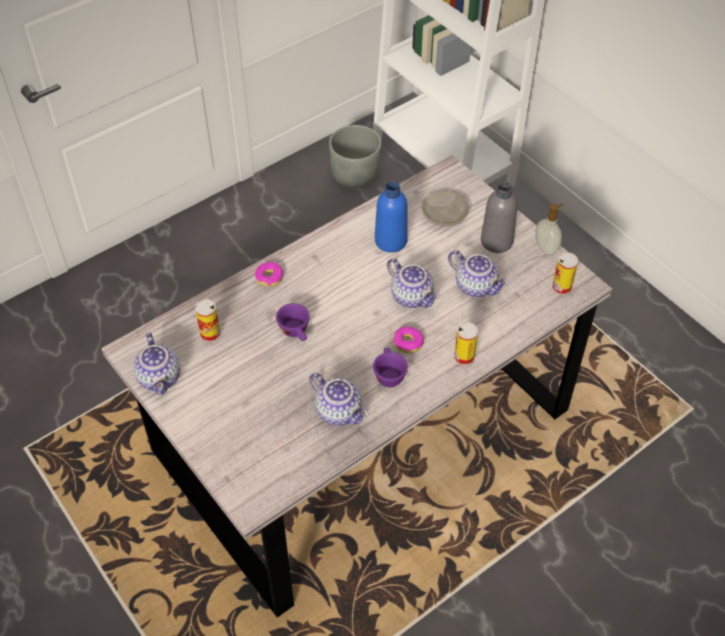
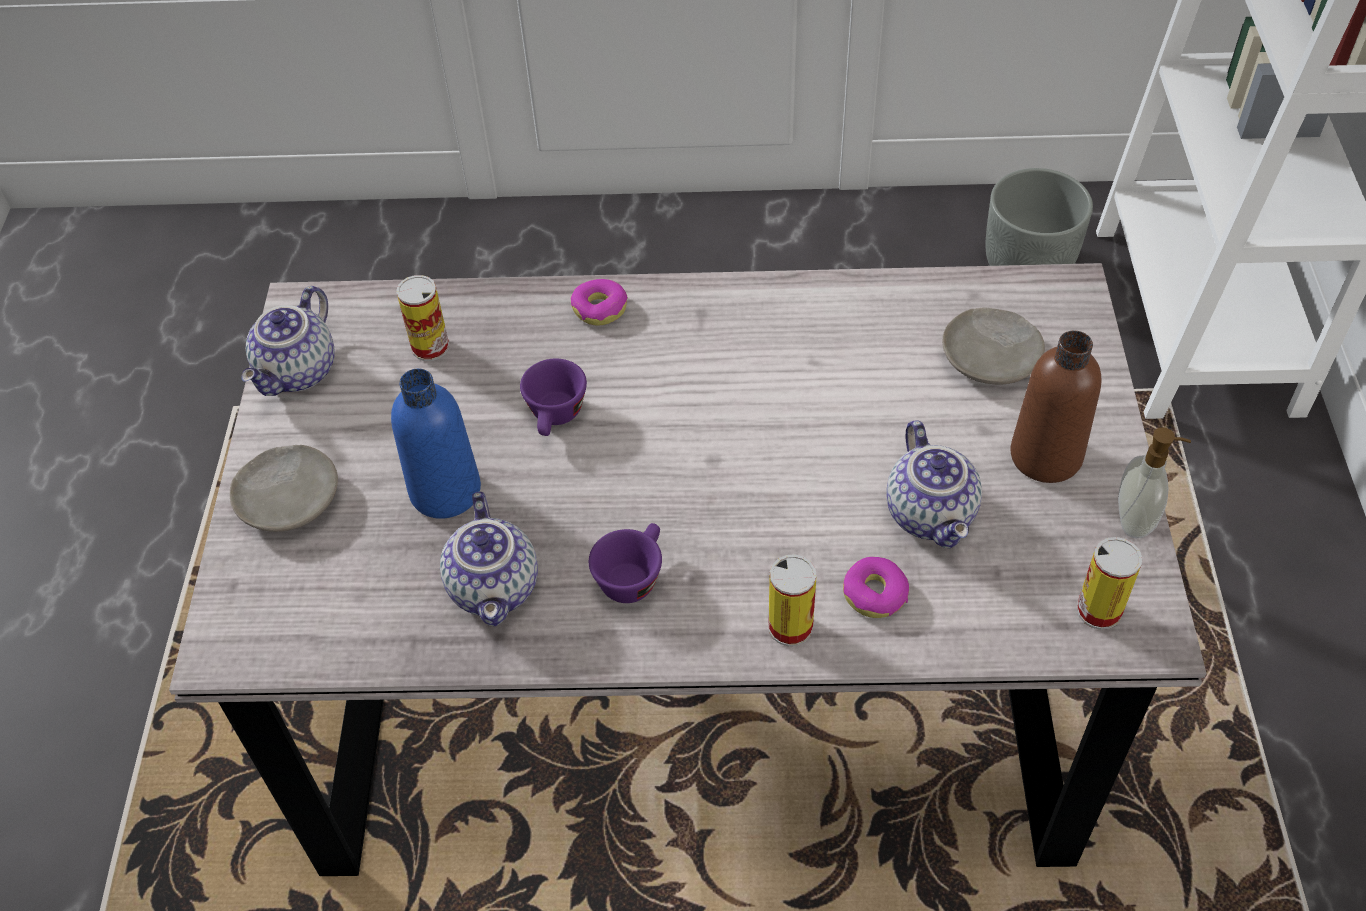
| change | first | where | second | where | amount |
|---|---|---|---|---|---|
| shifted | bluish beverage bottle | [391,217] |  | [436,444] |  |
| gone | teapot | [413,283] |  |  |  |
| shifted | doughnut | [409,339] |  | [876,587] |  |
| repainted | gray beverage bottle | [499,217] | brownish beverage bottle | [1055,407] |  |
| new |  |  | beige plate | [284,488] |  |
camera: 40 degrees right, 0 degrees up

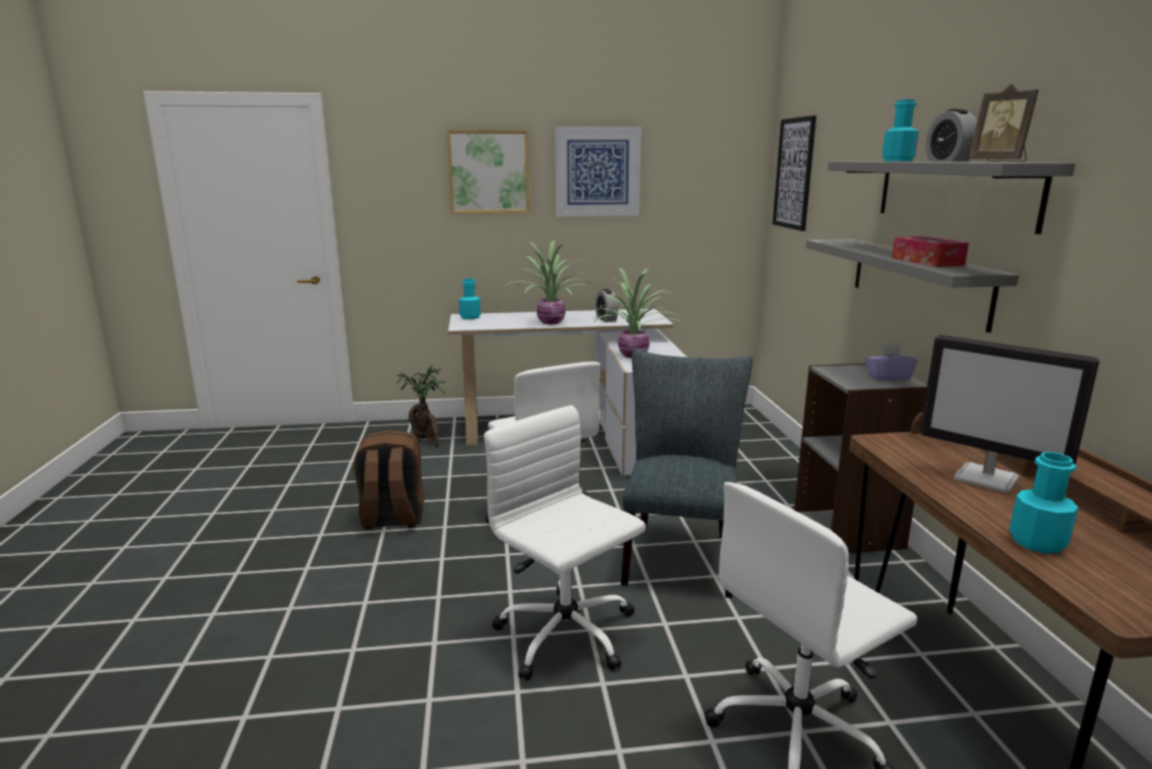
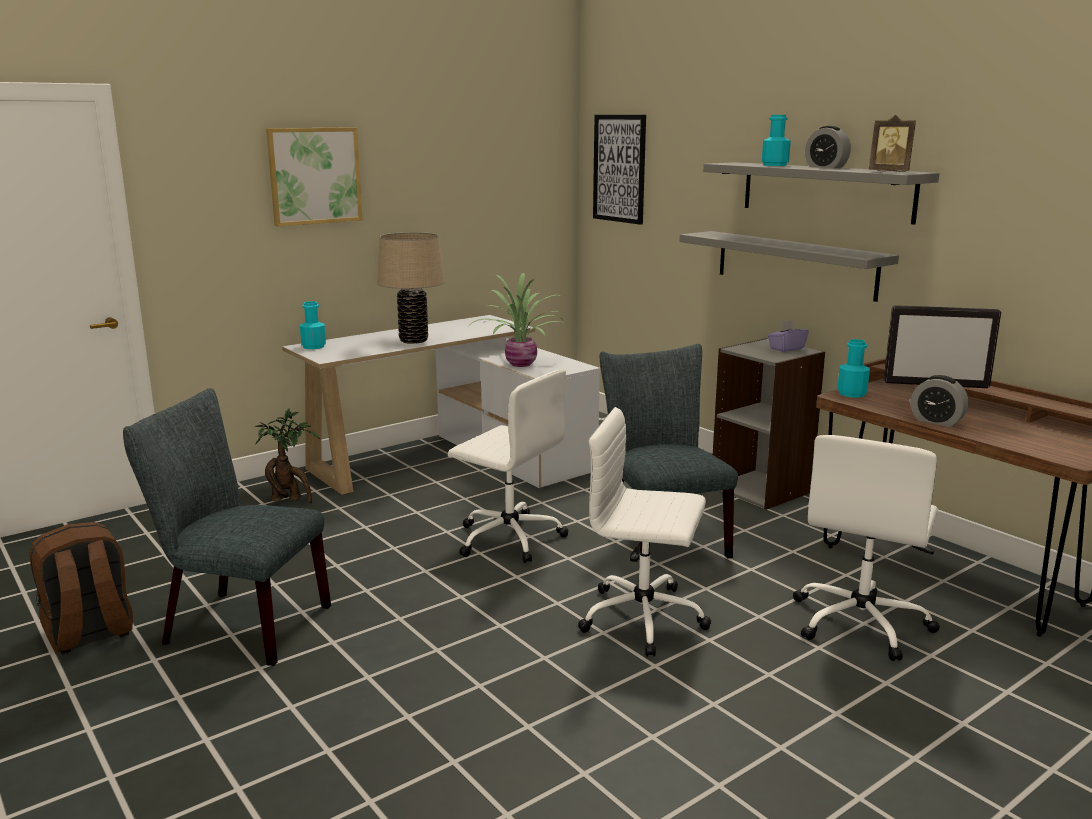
| change | first | where | second | where | amount |
|---|---|---|---|---|---|
| shifted | brownish rucksack | [389,480] |  | [81,588] |  |
| swapped | potted plant | [549,282] | beige table lamp | [411,288] |  |
| gone | picture | [598,171] |  |  |  |
| shifted | bedside clock | [606,305] |  | [940,401] |  |
| gone | tissue holder | [930,251] |  |  |  |
| shifted | turquoise beverage bottle | [1043,503] |  | [853,368] |  |
| new |  |  | gray plain chair | [227,527] |  |
camera: 30 degrees left, 0 degrees up

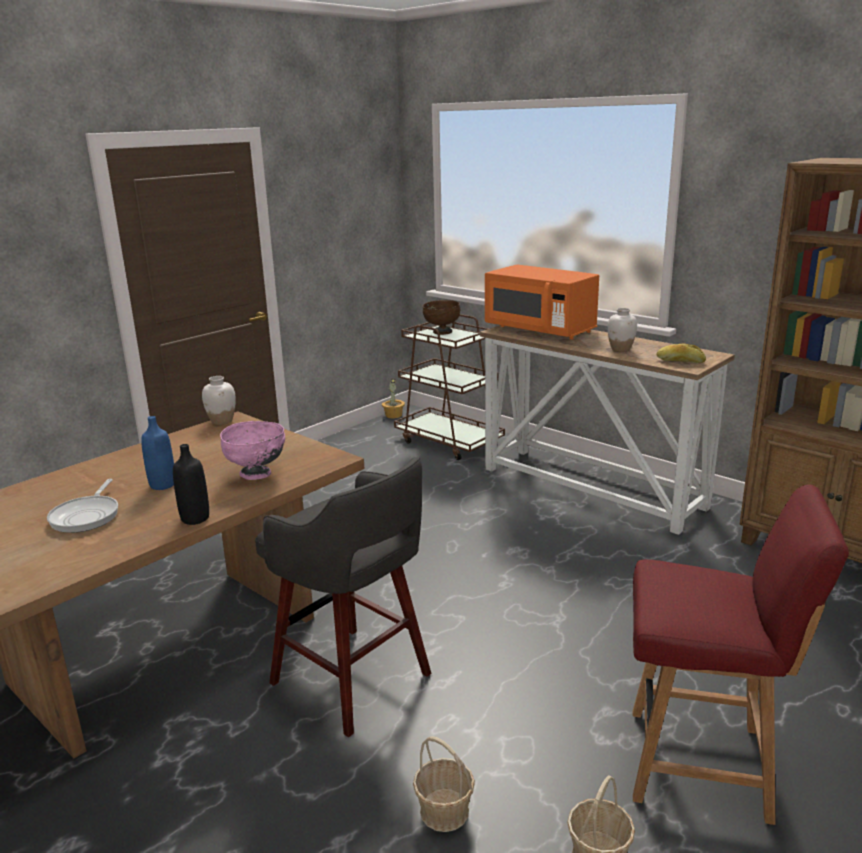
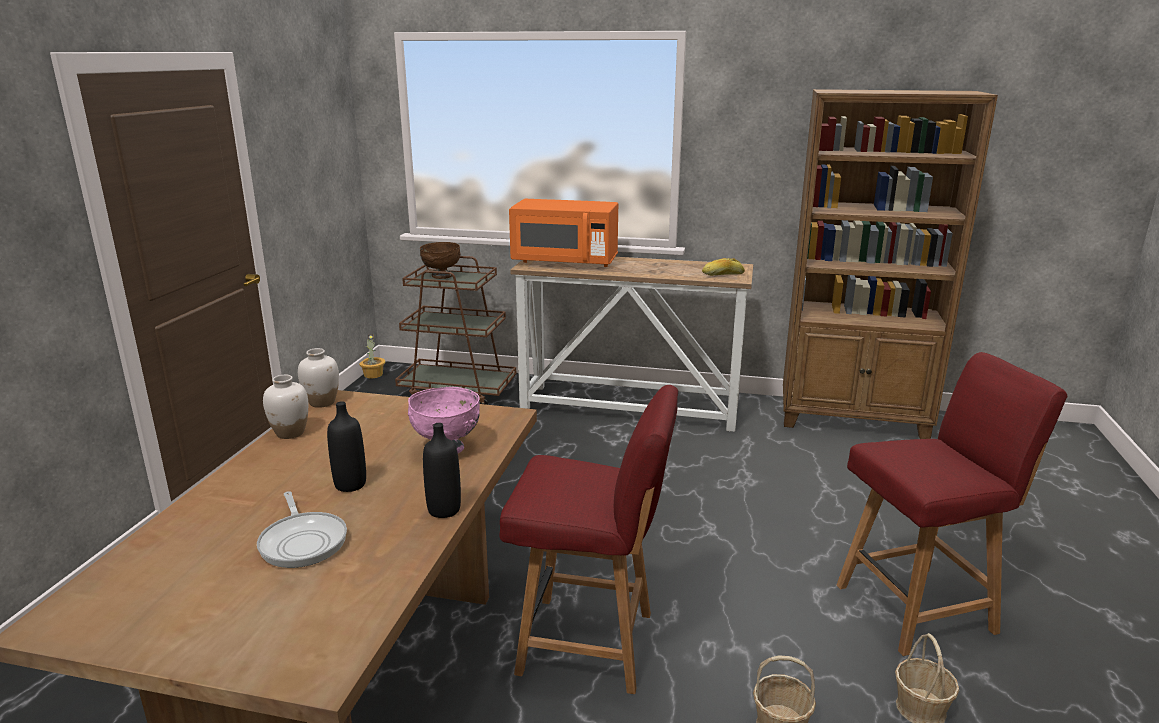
| change | first | where | second | where | amount |
|---|---|---|---|---|---|
| repainted | bluish beverage bottle | [157,453] | black-coloured beverage bottle | [346,446] |  |
| swapped | gray stool seat | [343,597] | reddish plain chair | [588,539] |  |
| shifted | white decorative vase | [622,330] |  | [285,407] |  |
camera: 30 degrees left, 0 degrees up

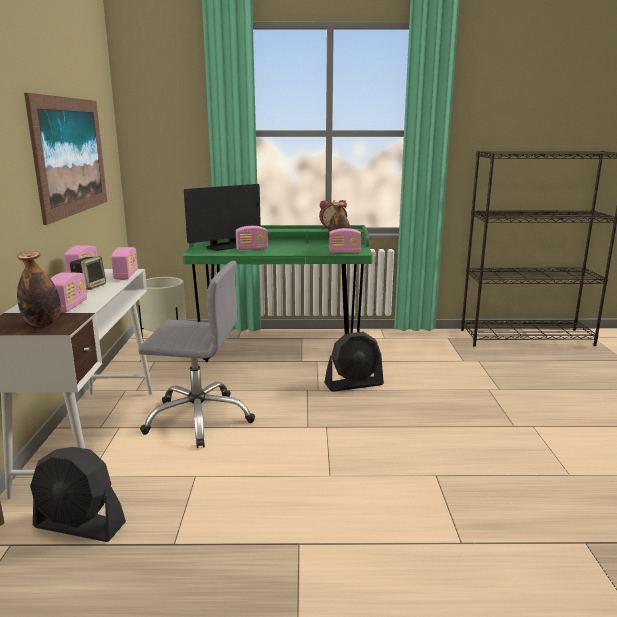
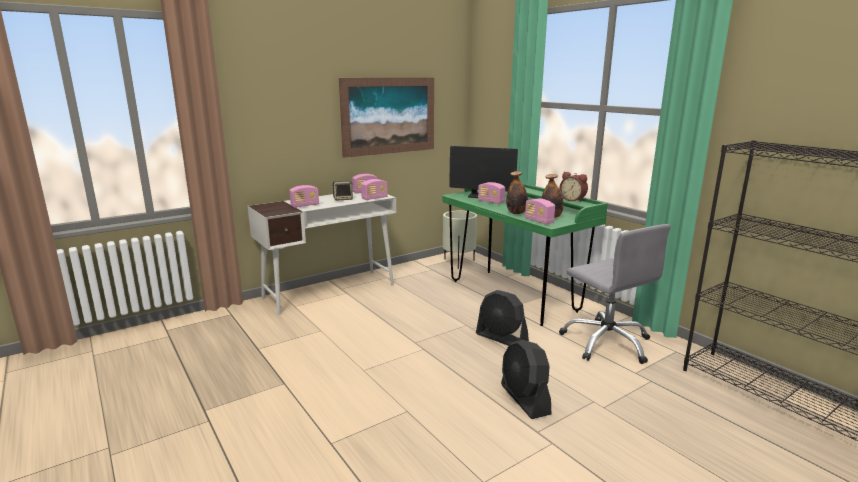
| change | first | where | second | where | amount |
|---|---|---|---|---|---|
| shifted | beverage bottle | [39,288] |  | [517,192] |  |
| shifted | black-coloured fan | [78,494] |  | [526,379] |  |
| shifted | gray computer chair | [196,354] |  | [615,294] |  |
camera: 55 degrees right, 0 degrees up

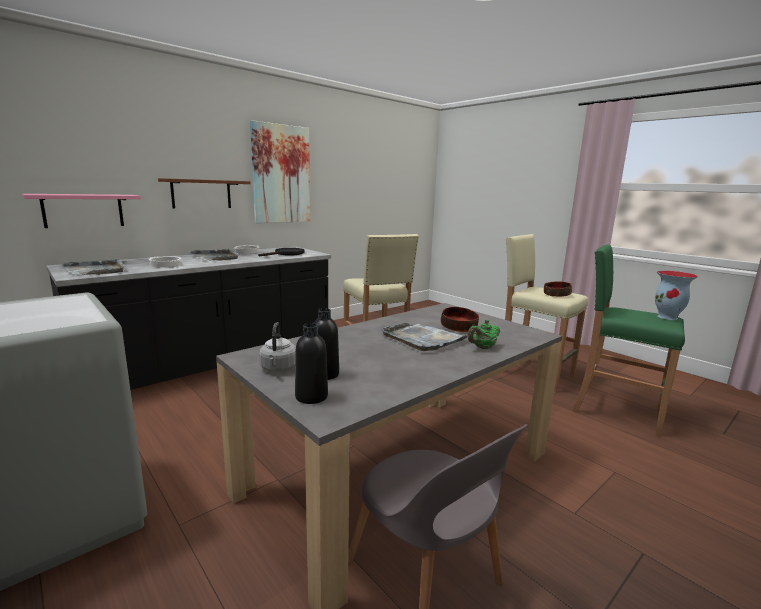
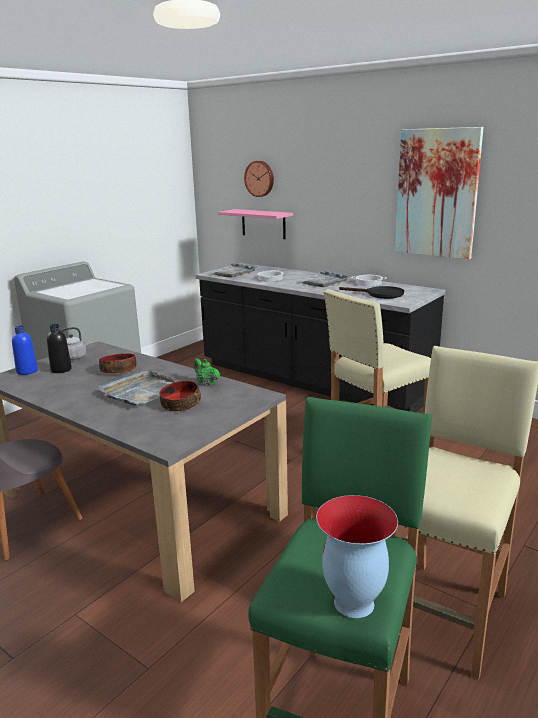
| change | first | where | second | where | amount |
|---|---|---|---|---|---|
| gone | brownish bracket shelf | [204,193] |  |  |  |
| repainted | black-coloured beverage bottle | [311,363] | bluish beverage bottle | [25,350] |  |
| shifted | green-coloured teapot | [483,334] |  | [207,372] |  |
| shifted | bowl | [558,289] |  | [117,363] |  |
| new |  |  | clock on the wall | [259,179] |  |
camera: 80 degrees right, 5 degrees up

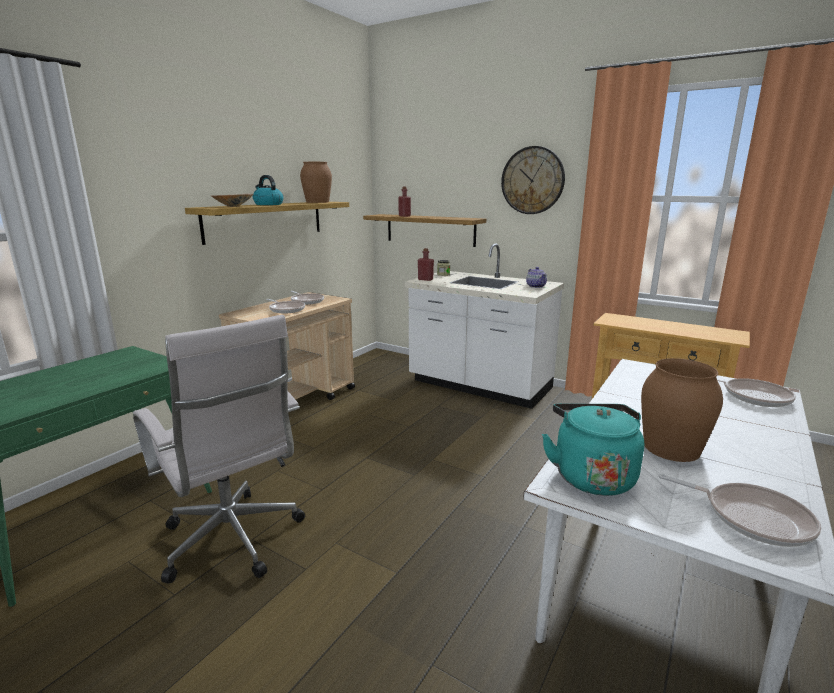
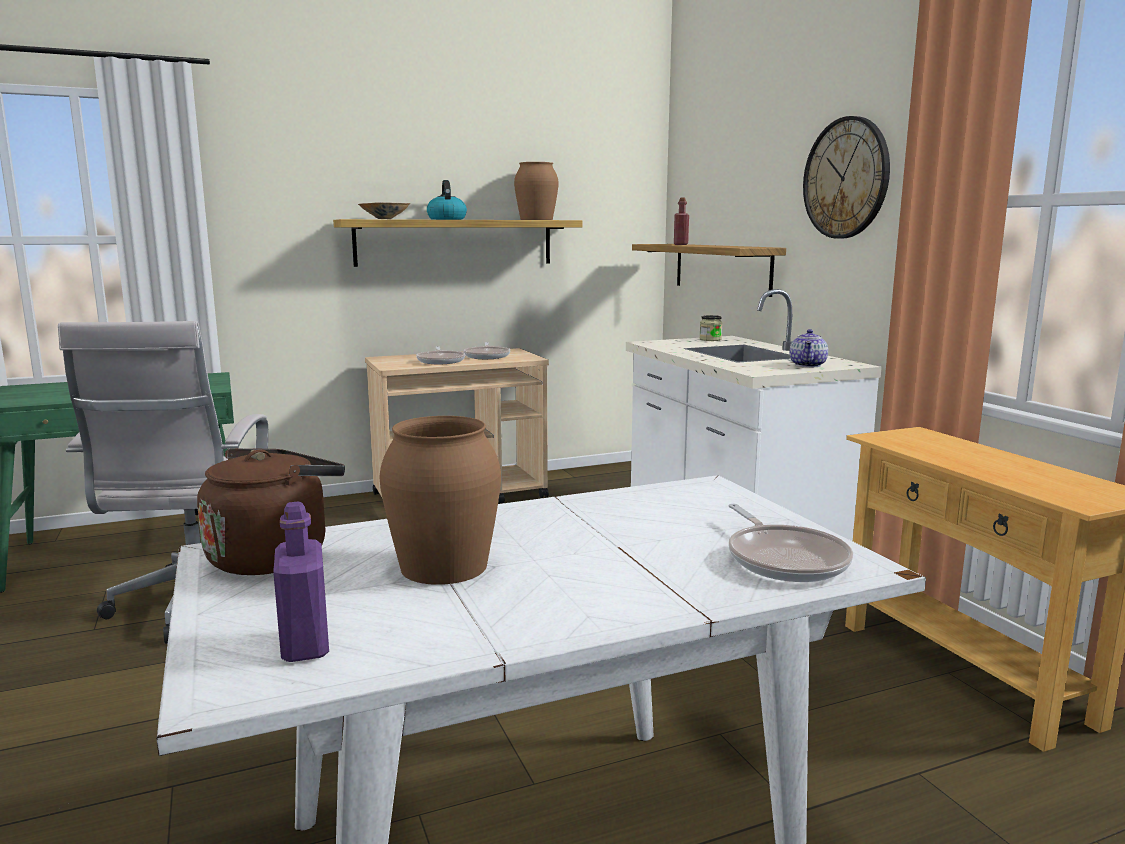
| change | first | where | second | where | amount |
|---|---|---|---|---|---|
| gone | reddish beverage bottle | [426,264] |  |  |  |
| repainted | turquoise kettle | [593,450] | brownish kettle | [271,511] |  |
| swapped | skillet | [739,510] | purple beverage bottle | [301,581] |  |
camera: 35 degrees right, 5 degrees down

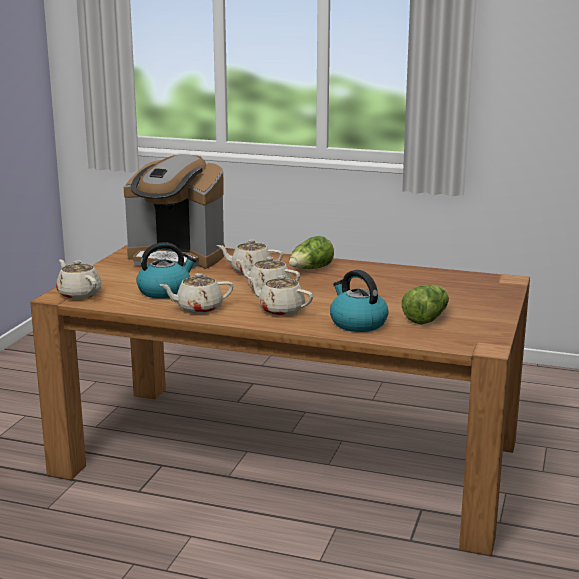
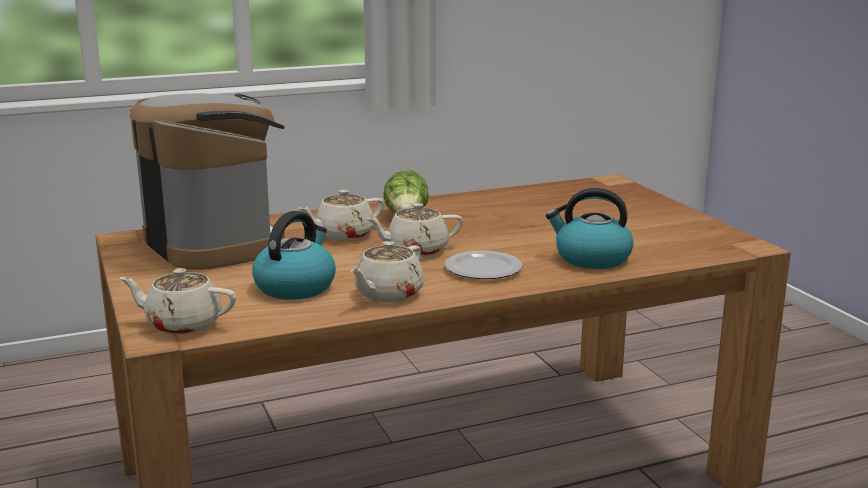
| change | first | where | second | where | amount |
|---|---|---|---|---|---|
| rotated | coffee maker | [174,211] |  | [207,181] | 105 degrees counterclockwise |
| swapped | beige teapot | [280,295] | plate | [484,265] |  |
| gone | head of lettuce | [425,305] |  |  |  |
camera: 40 degrees left, 0 degrees up

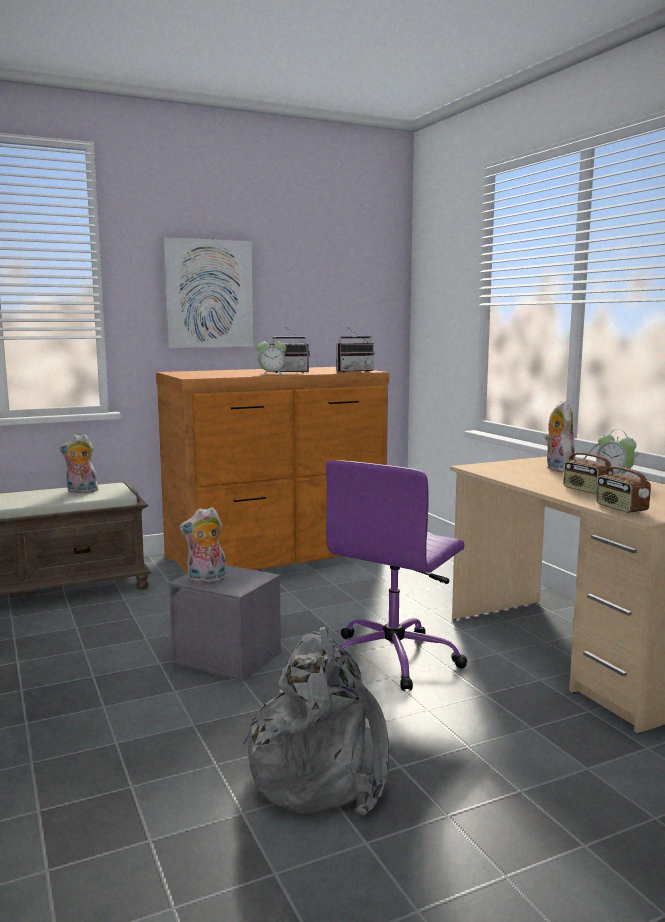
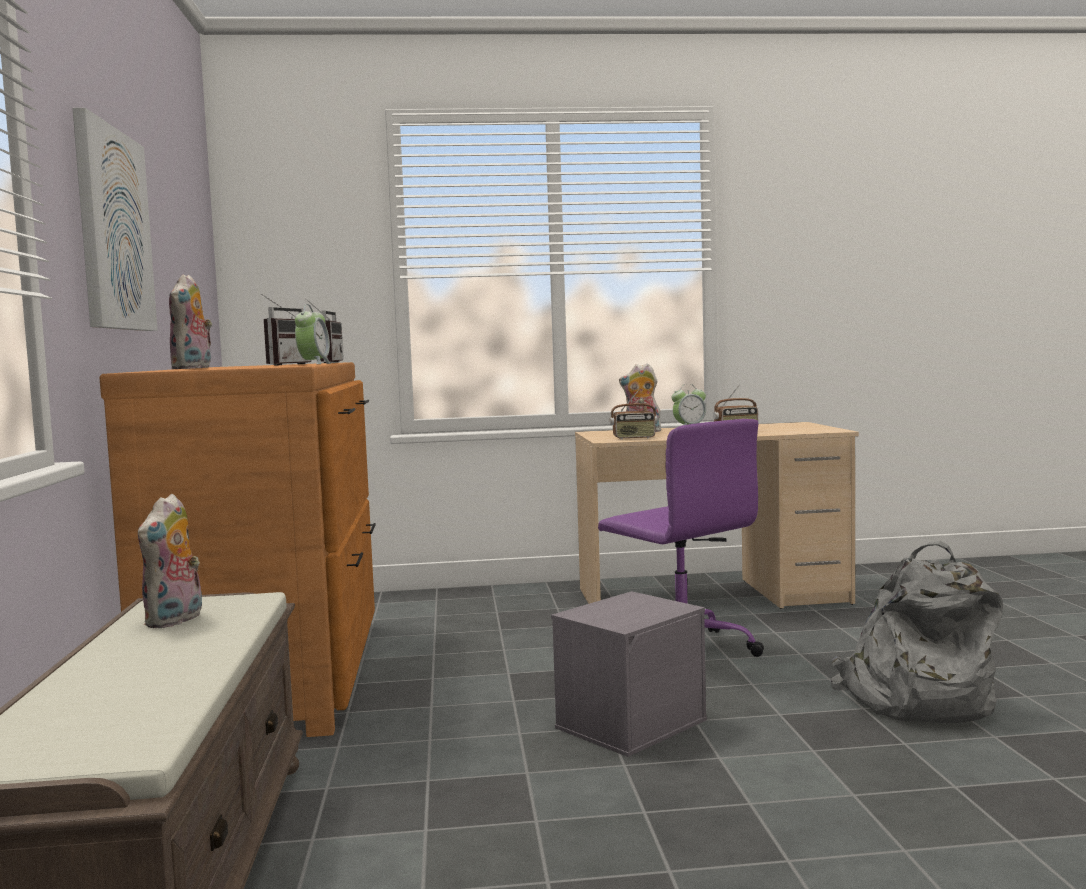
| change | first | where | second | where | amount |
|---|---|---|---|---|---|
| shifted | soft toy | [202,545] |  | [190,322] |  |
| shifted | radio | [623,483] |  | [633,414] |  |
camera: 70 degrees left, 5 degrees down

